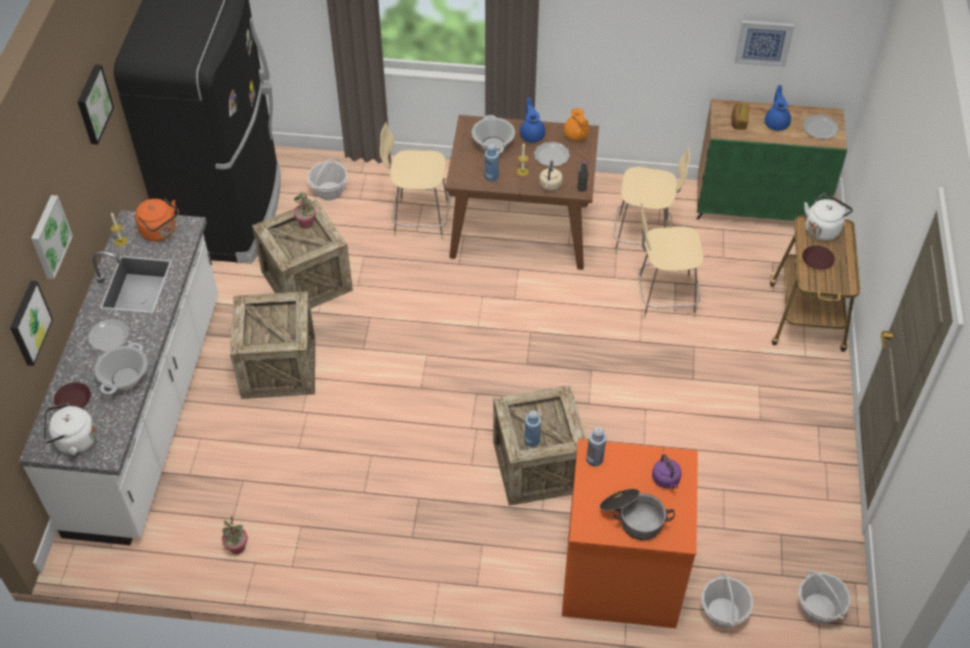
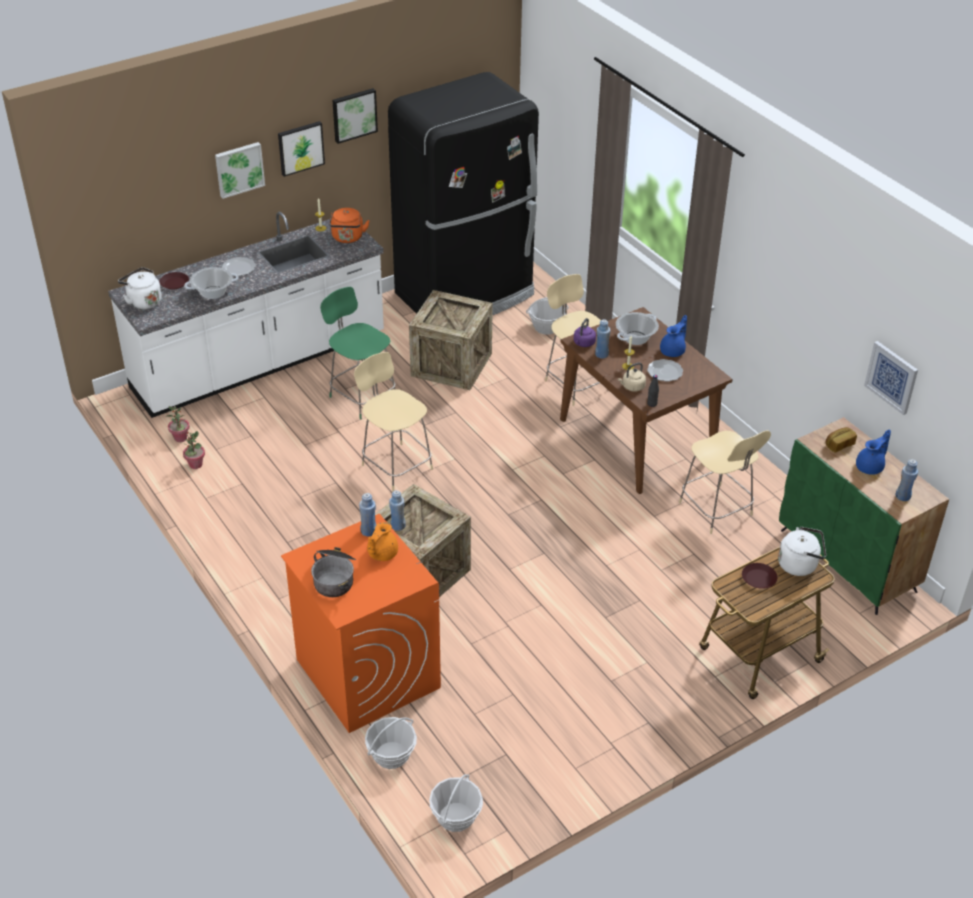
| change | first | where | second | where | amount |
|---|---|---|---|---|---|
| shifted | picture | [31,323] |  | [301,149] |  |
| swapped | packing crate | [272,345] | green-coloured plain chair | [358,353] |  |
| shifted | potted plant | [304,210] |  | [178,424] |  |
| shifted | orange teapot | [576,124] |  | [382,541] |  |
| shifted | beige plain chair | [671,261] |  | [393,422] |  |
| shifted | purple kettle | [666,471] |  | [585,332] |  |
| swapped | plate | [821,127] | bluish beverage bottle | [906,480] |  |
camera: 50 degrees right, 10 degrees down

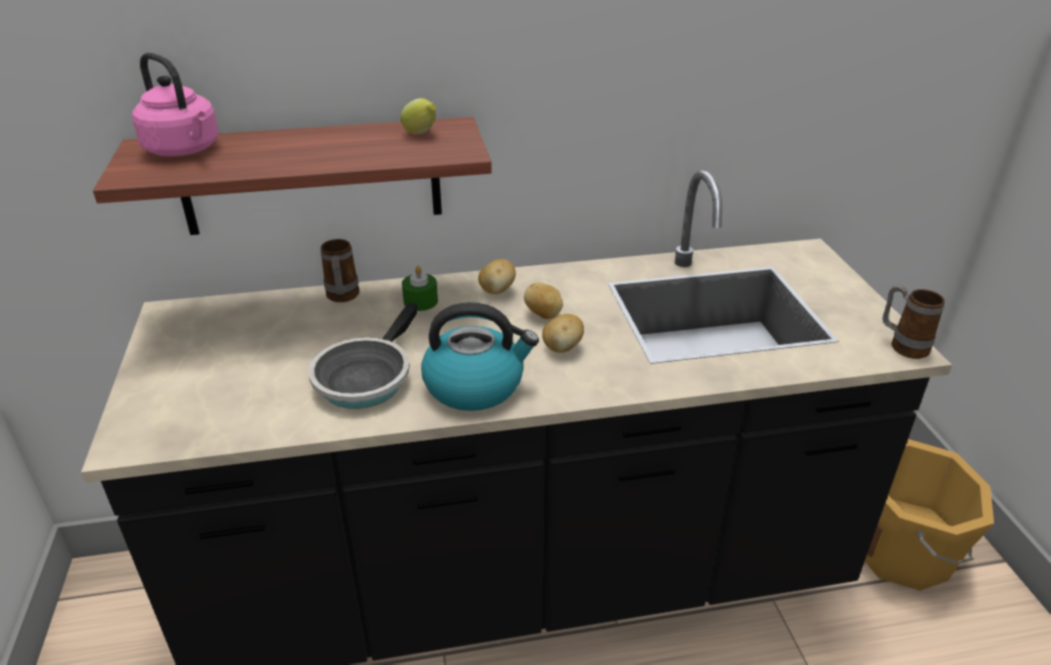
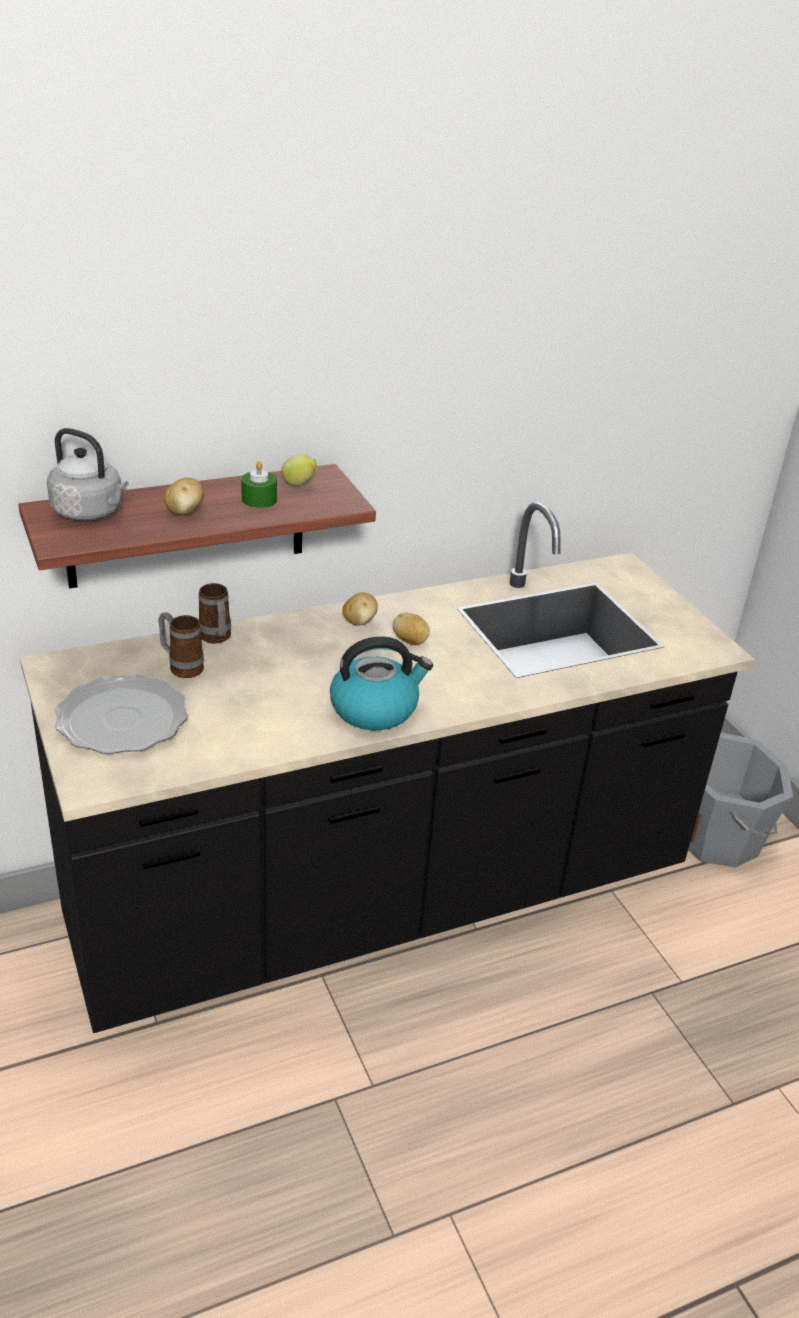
| change | first | where | second | where | amount |
|---|---|---|---|---|---|
| repainted | pinkish kettle | [175,104] | gray kettle | [88,474] |  |
| gone | skillet | [363,355] |  |  |  |
| shifted | green-coloured candle | [420,288] |  | [259,484] |  |
| shifted | whole potato | [563,333] |  | [183,496] |  |
| repainted | orange pail | [929,515] | gray pail | [740,799] |  |
| shifted | coffee mug | [914,322] |  | [181,645] |  |
| new |  |  | plate | [121,714] |  |
camera: 15 degrees left, 0 degrees up

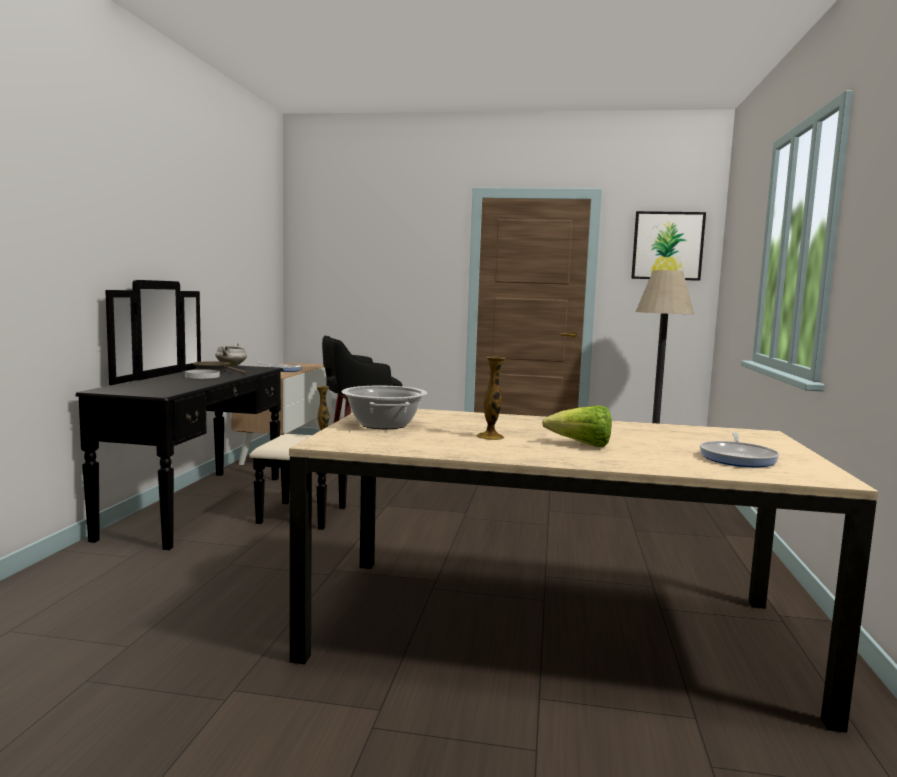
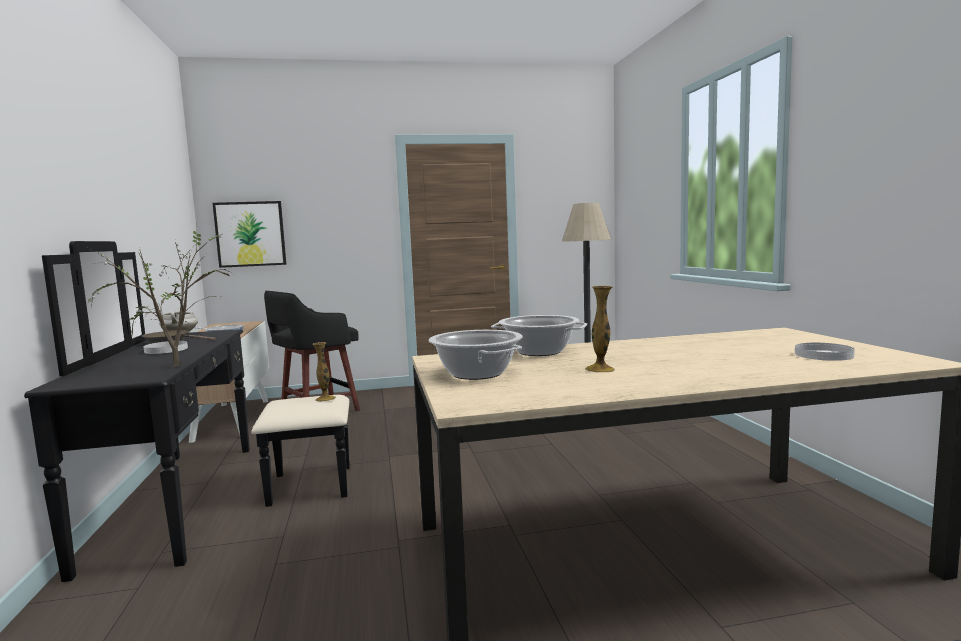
| change | first | where | second | where | amount |
|---|---|---|---|---|---|
| gone | head of lettuce | [577,426] |  |  |  |
| shifted | picture | [668,246] |  | [250,234] |  |
| swapped | skillet | [739,450] | white plate | [825,352] |  |
| new |  |  | potted plant | [160,298] |  |
| new |  |  | cooking pot | [539,335] |  |
camera: 20 degrees left, 0 degrees up

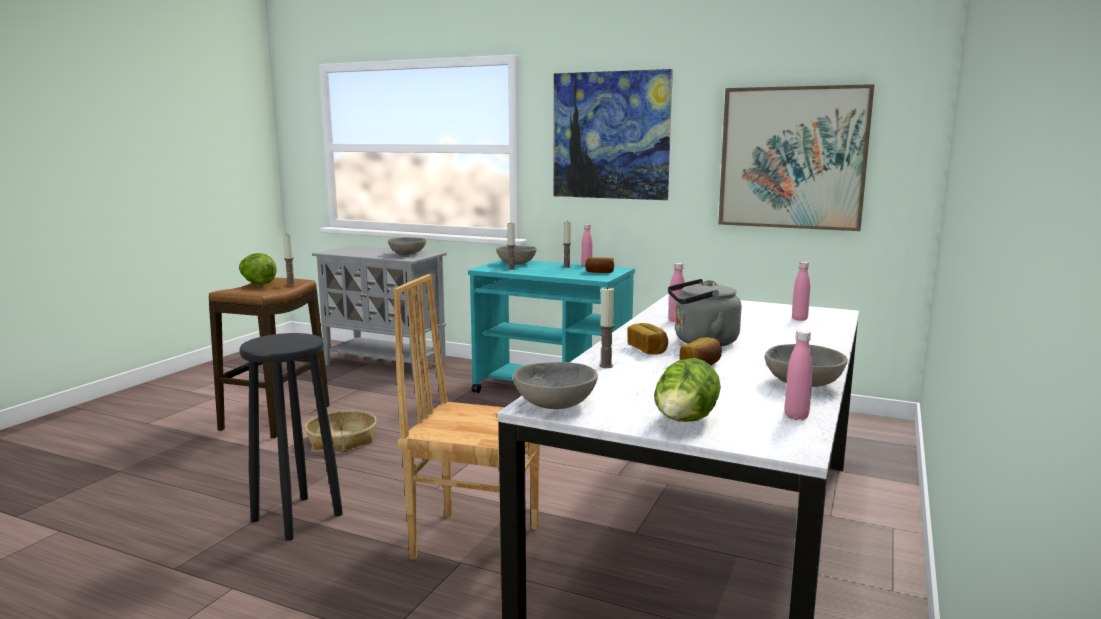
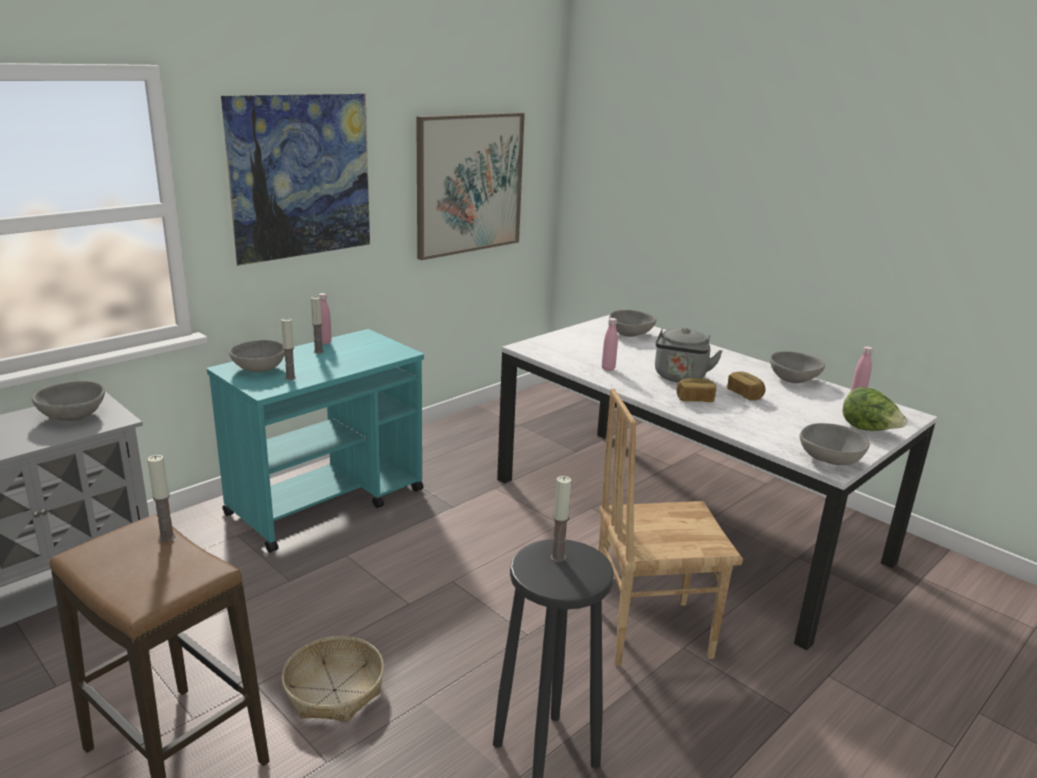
| change | first | where | second | where | amount |
|---|---|---|---|---|---|
| gone | head of lettuce | [258,269] |  |  |  |
| rotated | brownish plain chair | [466,417] |  | [671,527] | 45 degrees clockwise |
| gone | baked bread | [599,265] |  |  |  |
| shifted | candle | [606,327] |  | [560,519] |  |
| swapped | pinkish beverage bottle | [801,291] | gray bowl | [632,323] |  |
camera: 70 degrees left, 10 degrees up

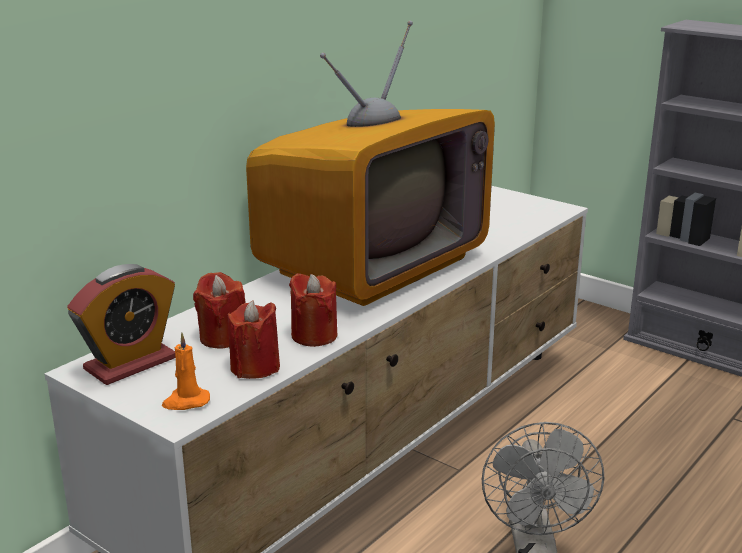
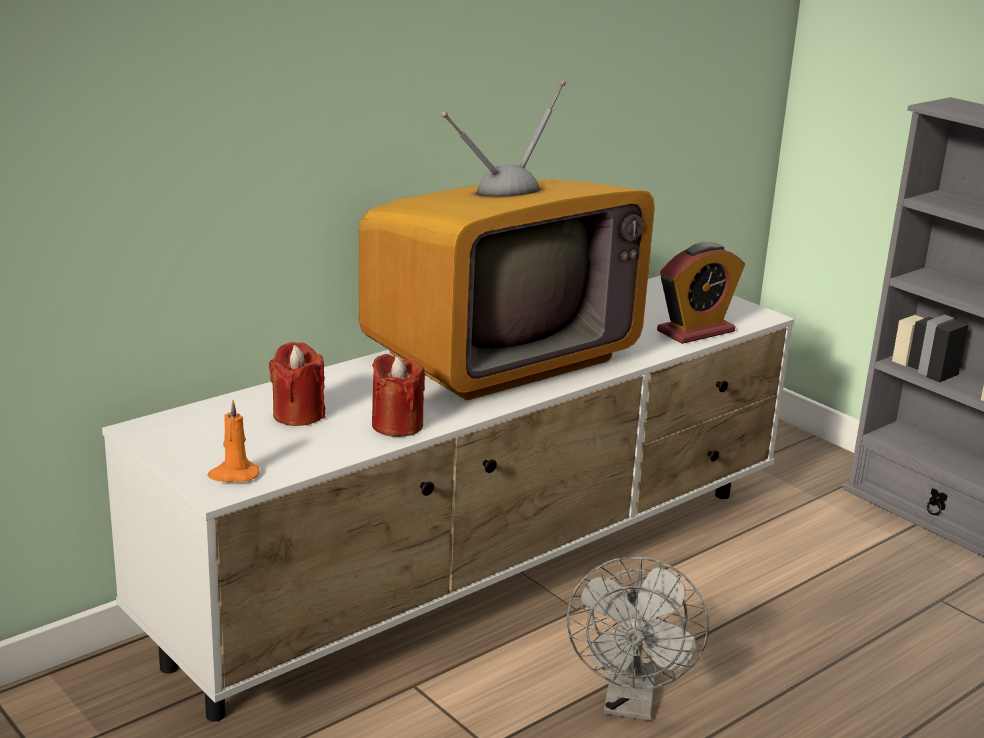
| change | first | where | second | where | amount |
|---|---|---|---|---|---|
| shifted | bedside clock | [121,324] |  | [701,293] |  |
| gone | reddish candle | [254,339] |  |  |  |
camera: 10 degrees right, 0 degrees up

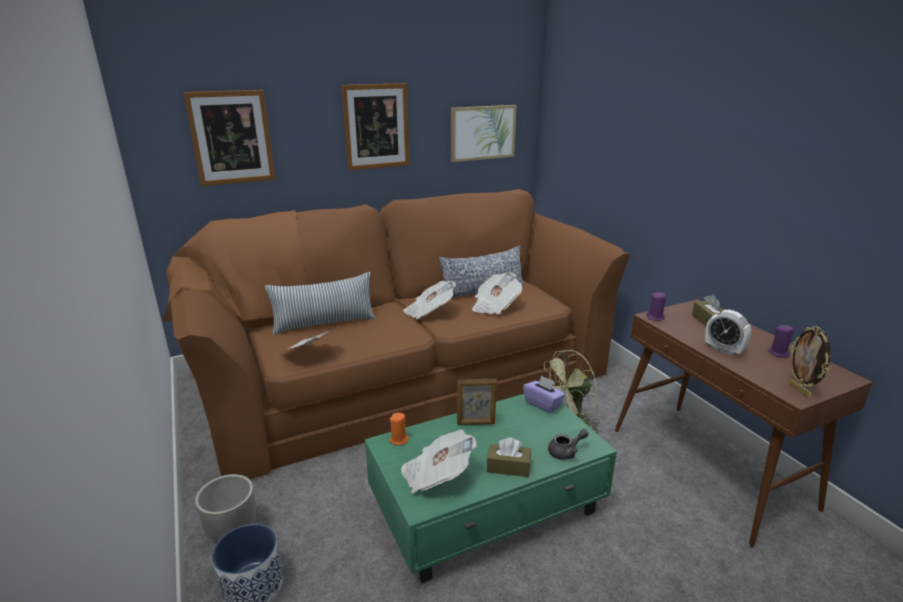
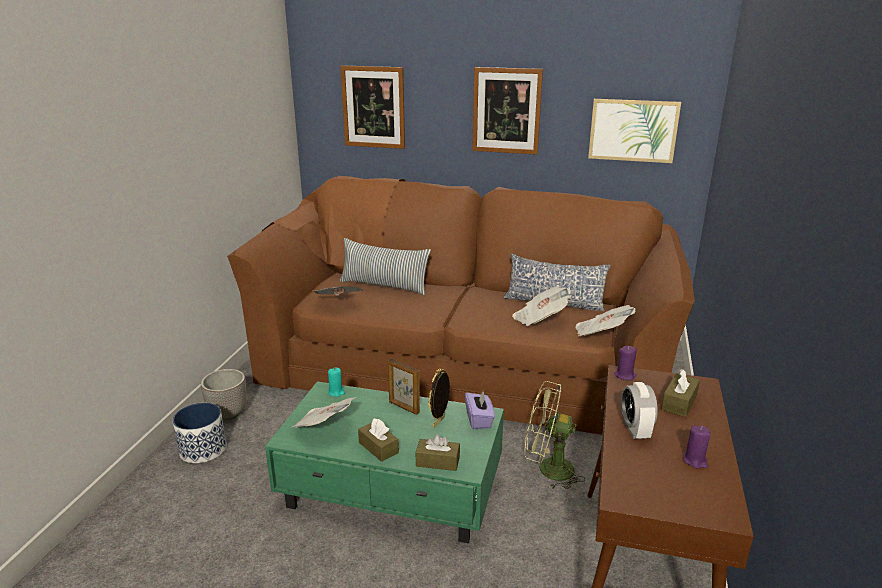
| change | first | where | second | where | amount |
|---|---|---|---|---|---|
| repainted | orange candle | [399,429] | turquoise candle | [336,382] |  |
| shifted | daily paper | [429,300] |  | [605,321] |  |
| swapped | gray teapot | [568,444] | brownish tissue holder | [438,452] |  |
| shifted | picture frame | [810,361] |  | [439,398] |  |
camera: 40 degrees right, 0 degrees up

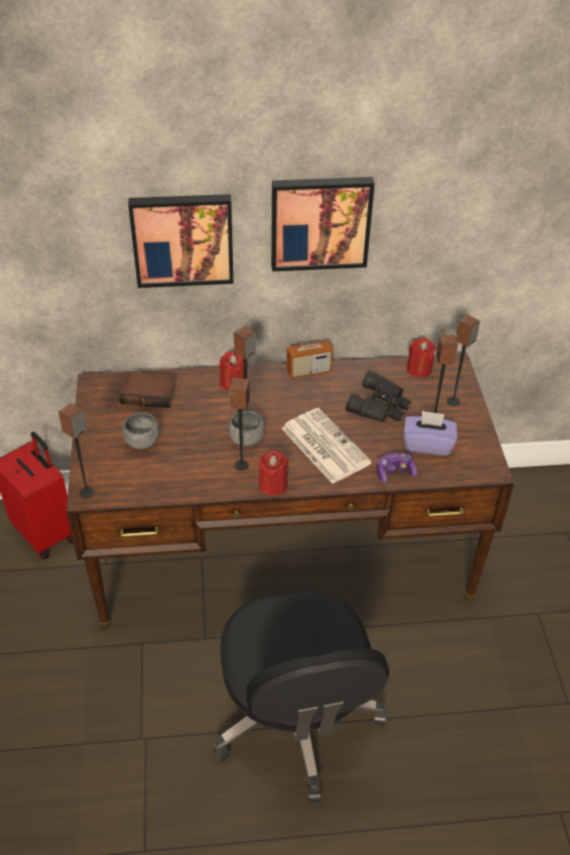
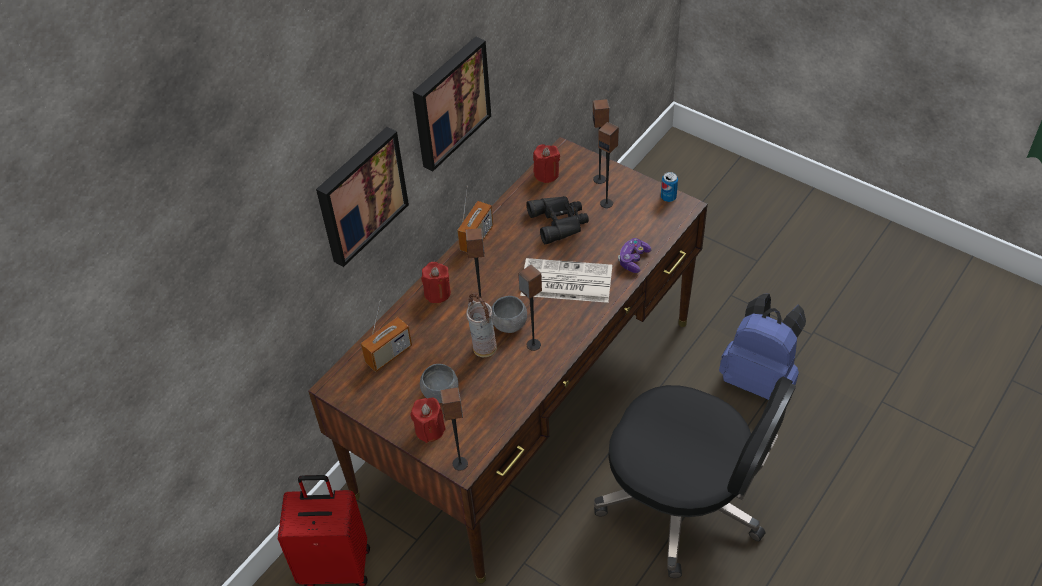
| change | first | where | second | where | amount |
|---|---|---|---|---|---|
| swapped | book | [147,389] | radio | [386,336] |  |
| shifted | reddish candle | [273,472] |  | [428,420] |  |
| gone | purple tissue holder | [430,433] |  |  |  |
| new |  |  | decorative vase | [481,325] |  |
| new |  |  | sealed can | [669,187] |  |
| new |  |  | bluish rucksack | [762,346] |  |
camera: 45 degrees left, 5 degrees up

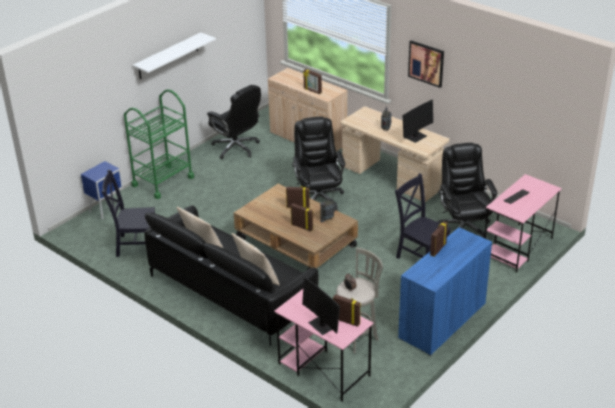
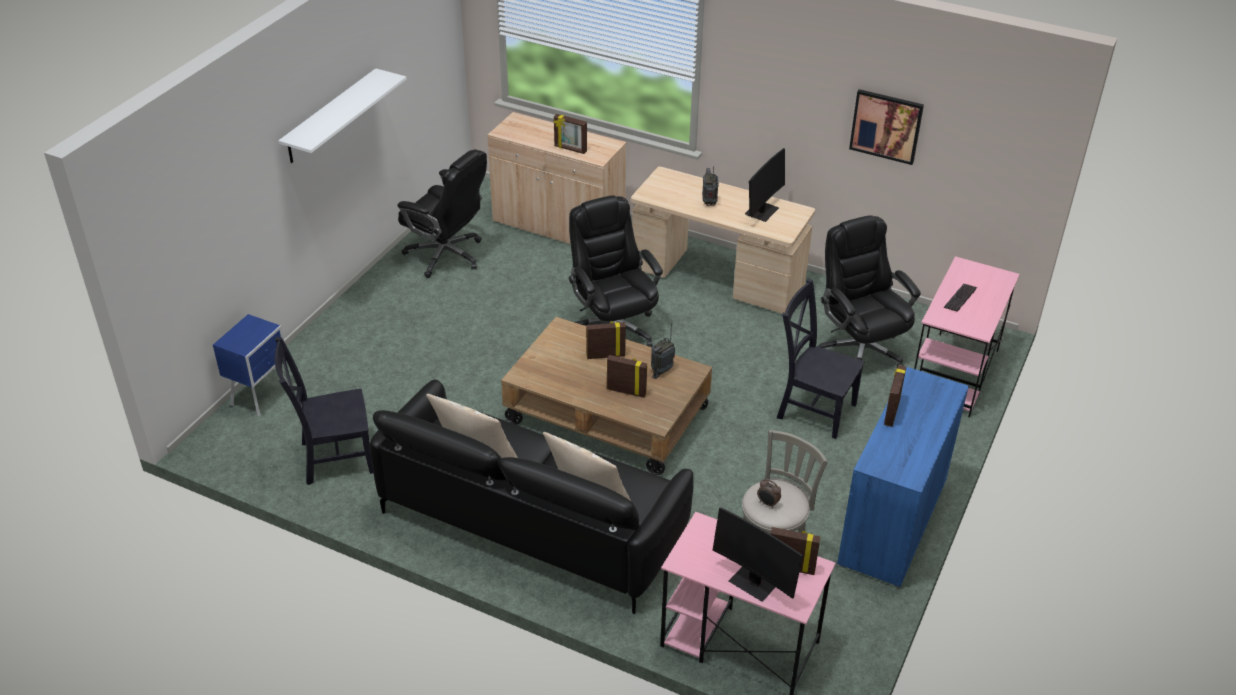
| change | first | where | second | where | amount |
|---|---|---|---|---|---|
| gone | green-coloured cart | [159,144] |  |  |  |
| shifted | picture | [426,64] |  | [886,127] |  |
camera: 15 degrees left, 5 degrees up

